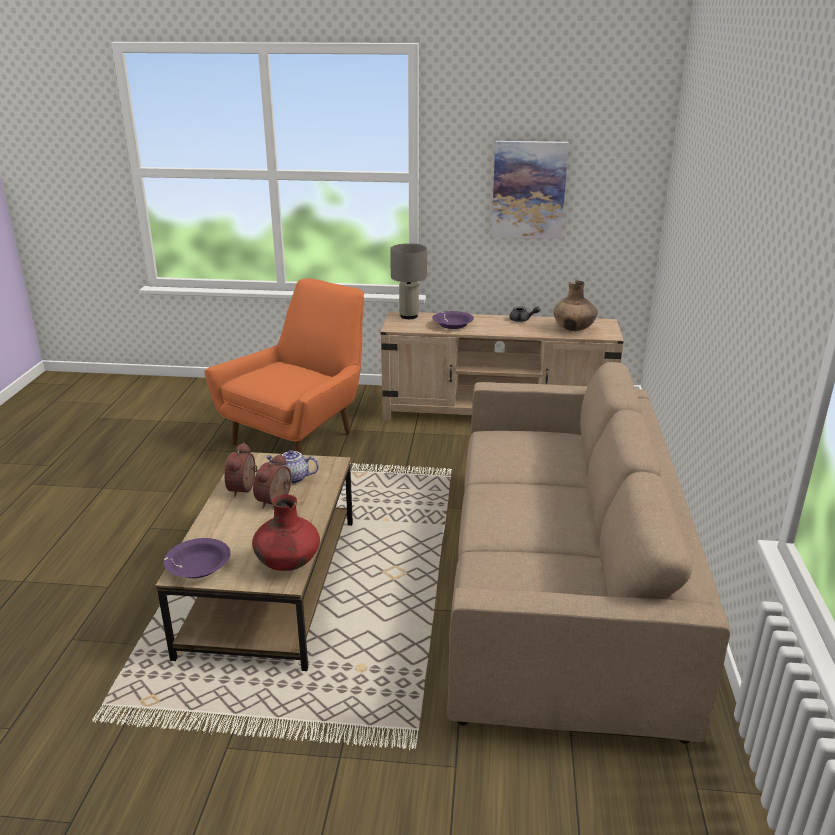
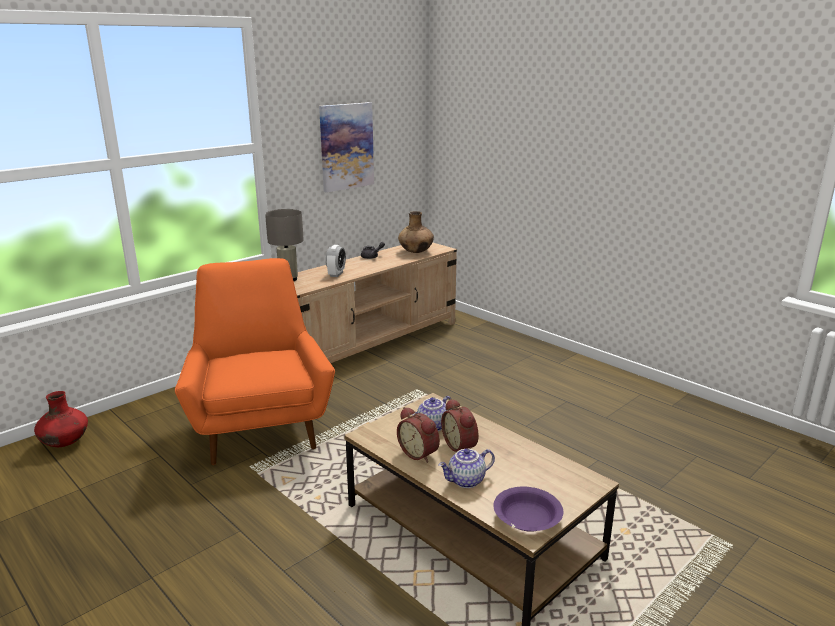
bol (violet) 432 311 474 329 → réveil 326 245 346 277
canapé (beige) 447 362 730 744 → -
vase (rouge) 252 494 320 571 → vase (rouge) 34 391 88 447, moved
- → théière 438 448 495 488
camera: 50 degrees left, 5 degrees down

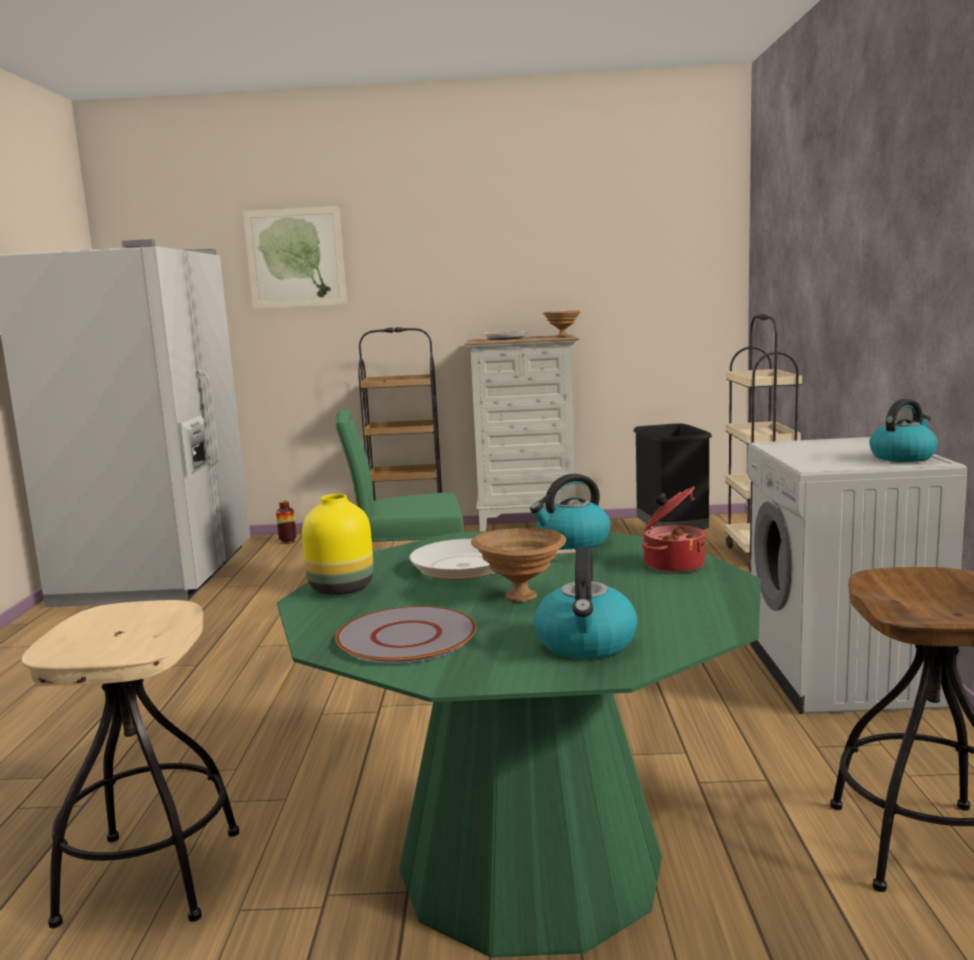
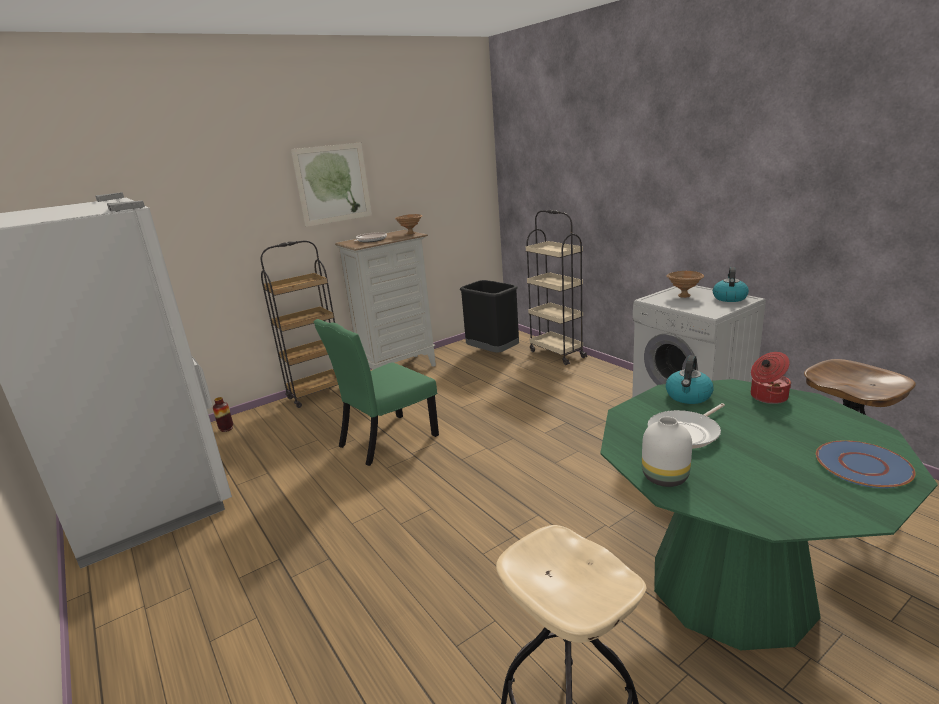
tableau 243 206 347 309 → tableau 291 142 372 227, moved
vase (jaune) 302 494 374 595 → vase (blanc) 642 417 692 487
bol (marron) 471 528 566 602 → bol (marron) 666 271 704 298, moved
bouilloire 534 548 638 659 → assiette (bleu) 816 440 916 488
assiette (gris) 335 606 476 664 → -
camera: 35 degrees left, 10 degrees up

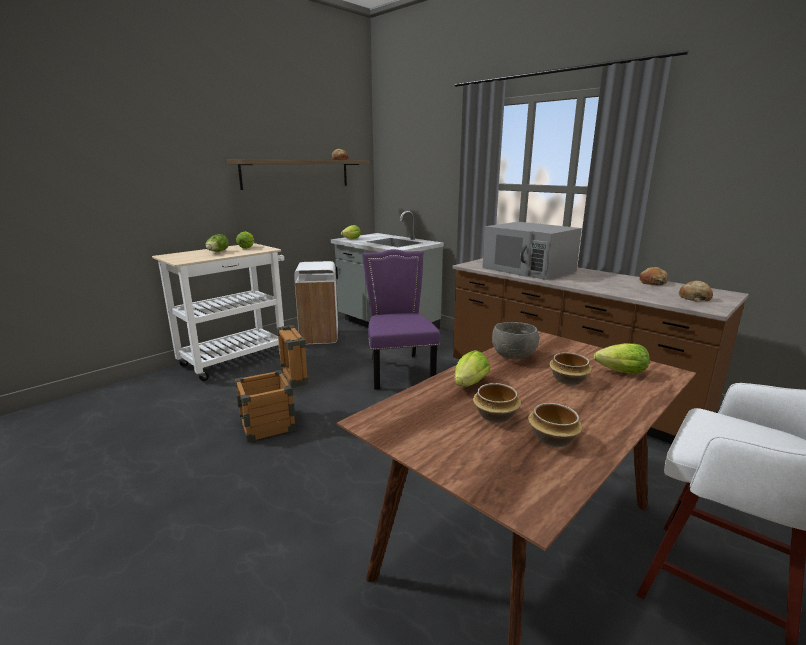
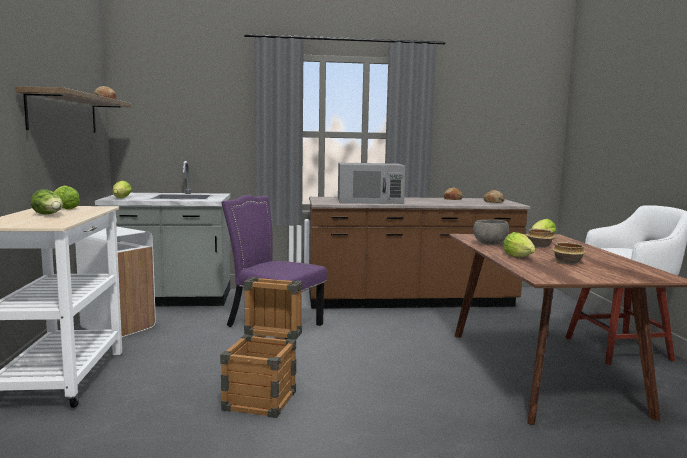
bol 528 403 582 447 → -
camera: 50 degrees left, 10 degrees down

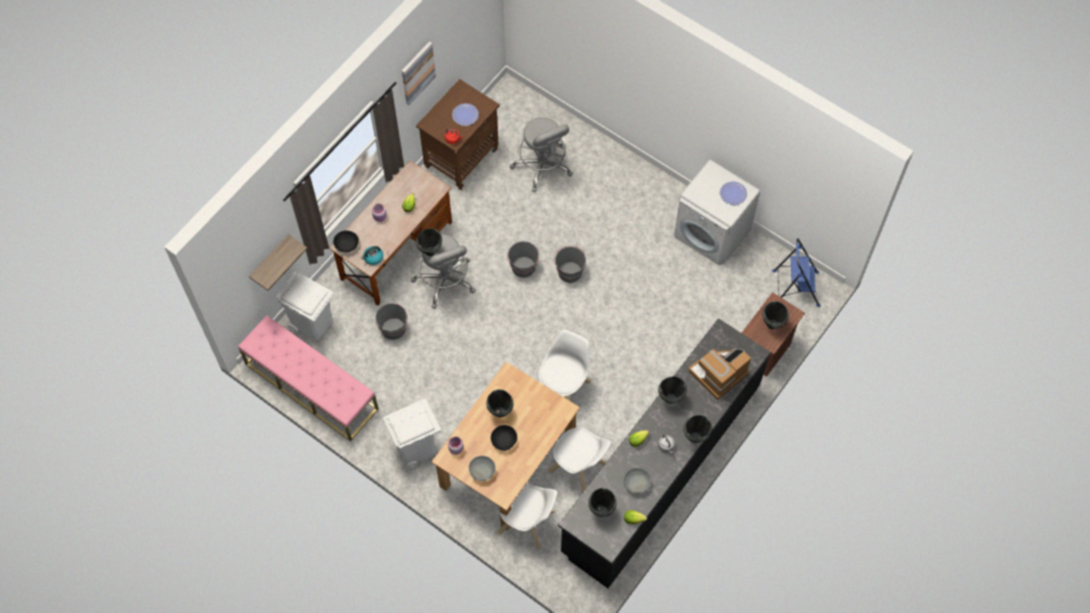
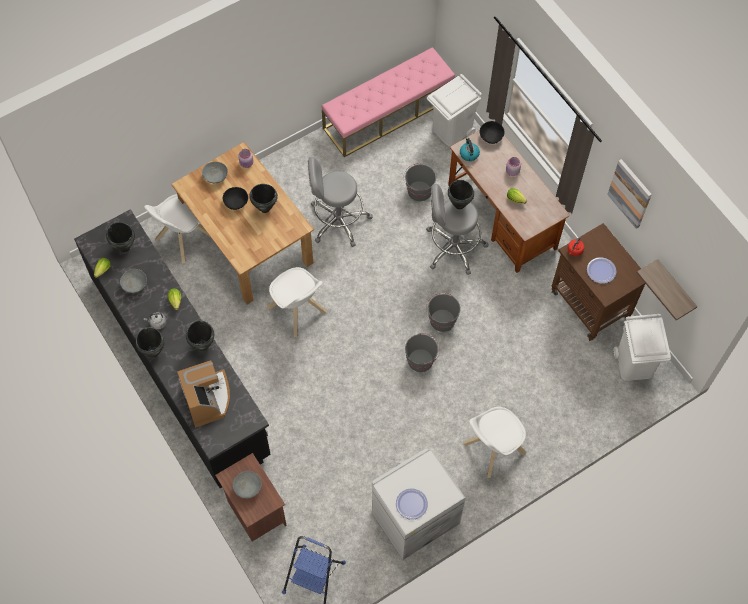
tabouret (gris) 510 117 573 192 → tabouret (gris) 308 157 373 247, moved
étagère 249 234 307 291 → étagère 637 259 698 320, moved
marmite (noir) 762 301 789 330 → bol (gris) 233 471 262 498
poubelle (blanc) 383 399 441 469 → poubelle (blanc) 613 314 671 381, moved
chaise (blanc) 548 428 611 493 → chaise (blanc) 463 407 526 478, moved
camera: 110 degrees right, 0 degrees up

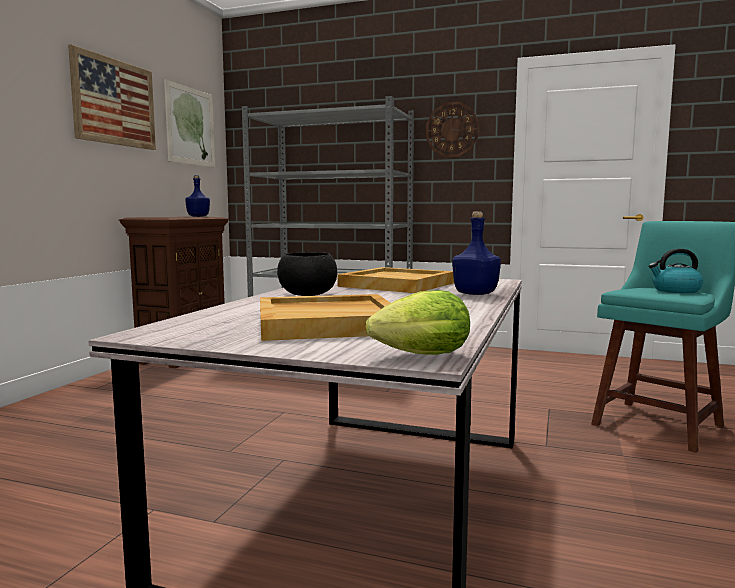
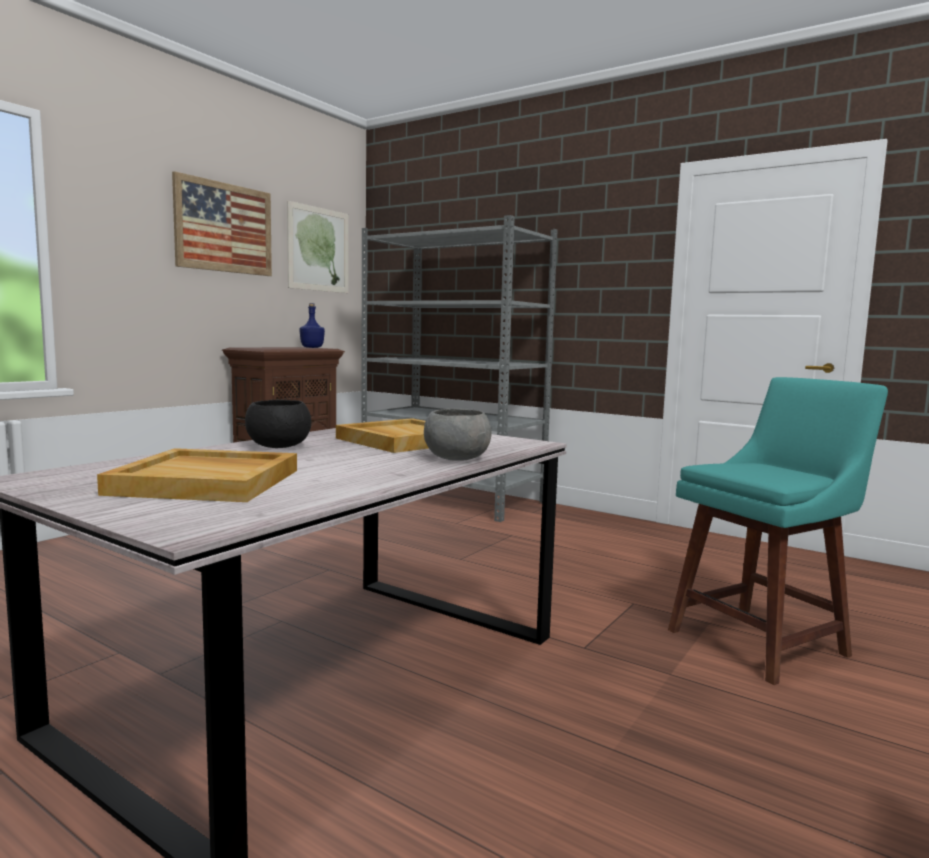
horloge murale 426 102 479 157 → -
bouteille (bleu) 452 211 501 295 → bol (gris) 424 409 492 461
bouilloire 649 248 703 293 → -
laitue 365 290 470 355 → -
camera: 15 degrees right, 0 degrees up

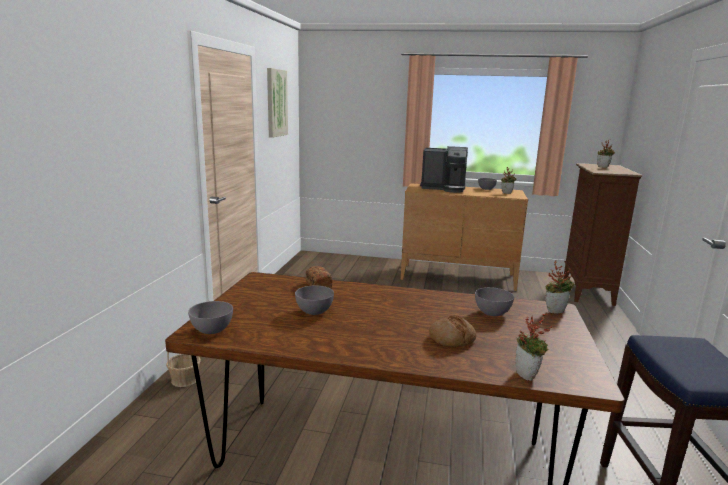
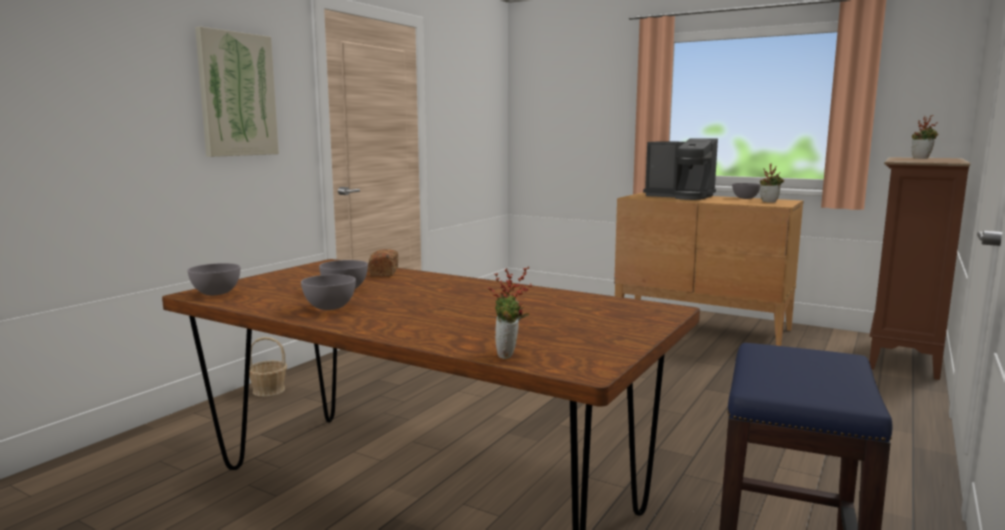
tableau 267 68 288 138 → tableau 195 27 279 157, moved
plante en pot 545 261 574 314 → -
bol (gris) 475 287 514 316 → bol (gris) 301 275 356 310, moved
pain 429 315 476 347 → -
camera: 20 degrees right, 5 degrees down

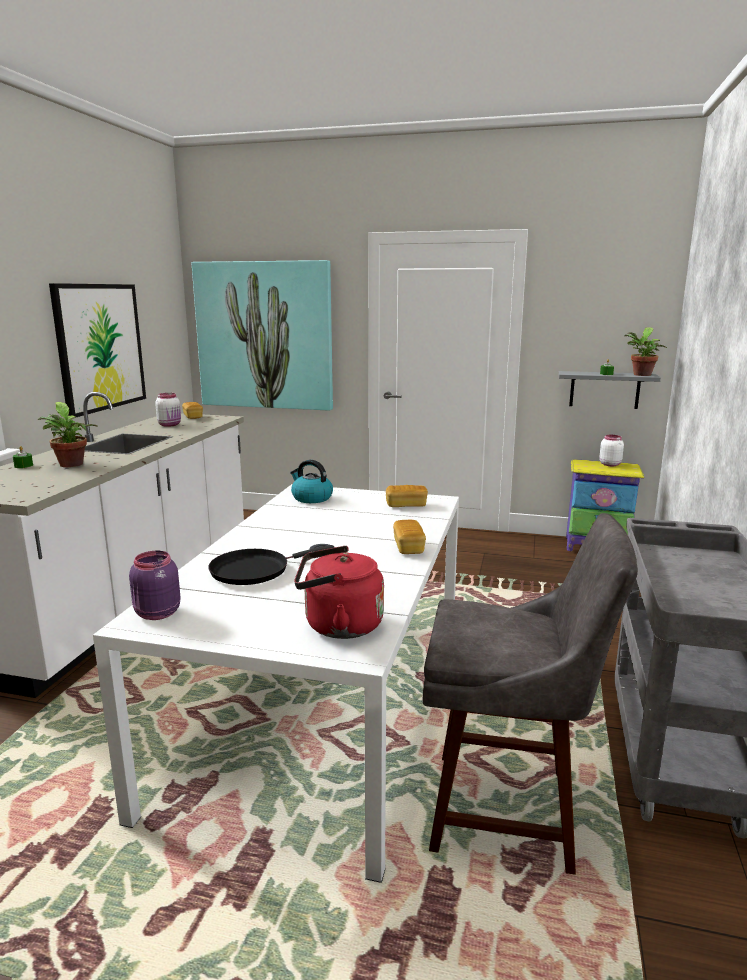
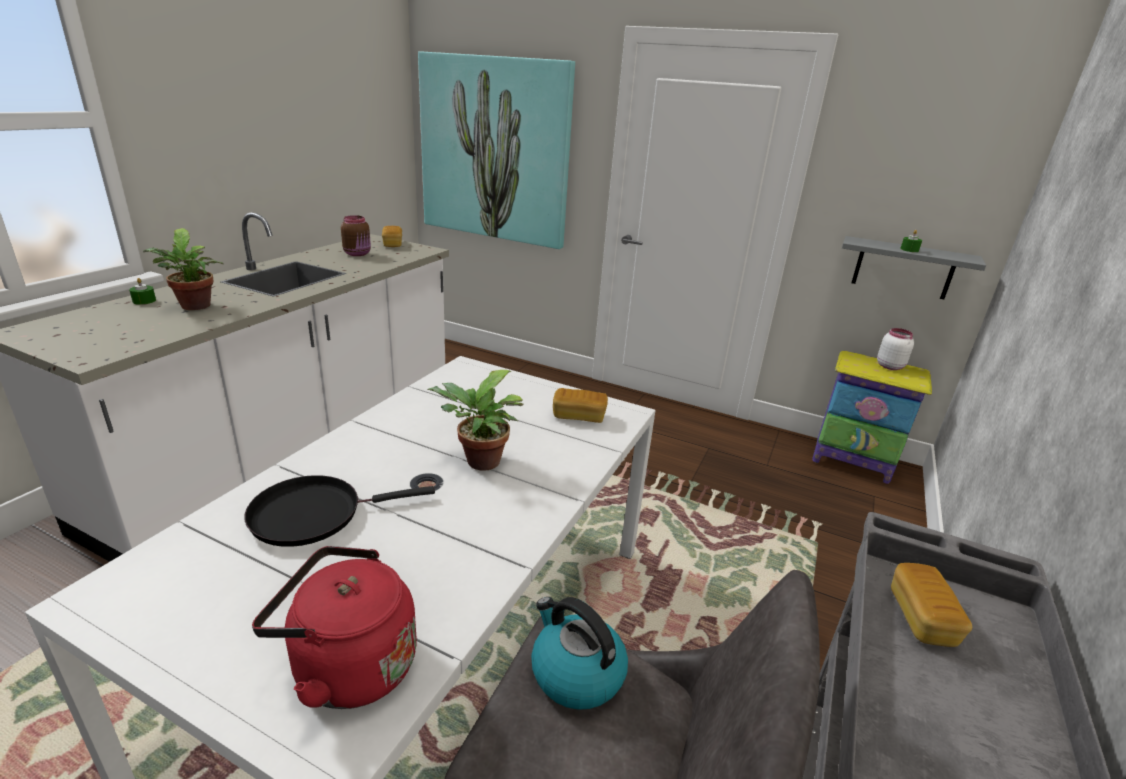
tableau 49 283 146 418 → -
plante en pot 624 327 667 376 → plante en pot 427 370 523 470, moved
bocal (blanc) 155 393 181 427 → bocal (marron) 341 215 371 256
bouilloire 290 460 333 503 → bouilloire 531 597 628 710, moved
pain 393 520 426 554 → pain 891 563 972 647, moved
bocal (violet) 129 551 181 620 → -
camera: 10 degrees right, 10 degrees up

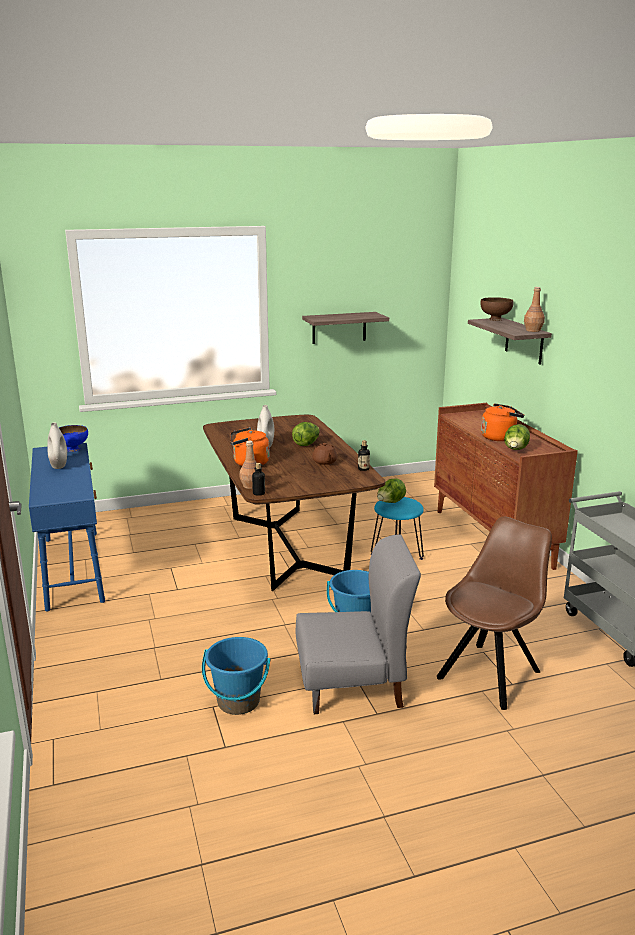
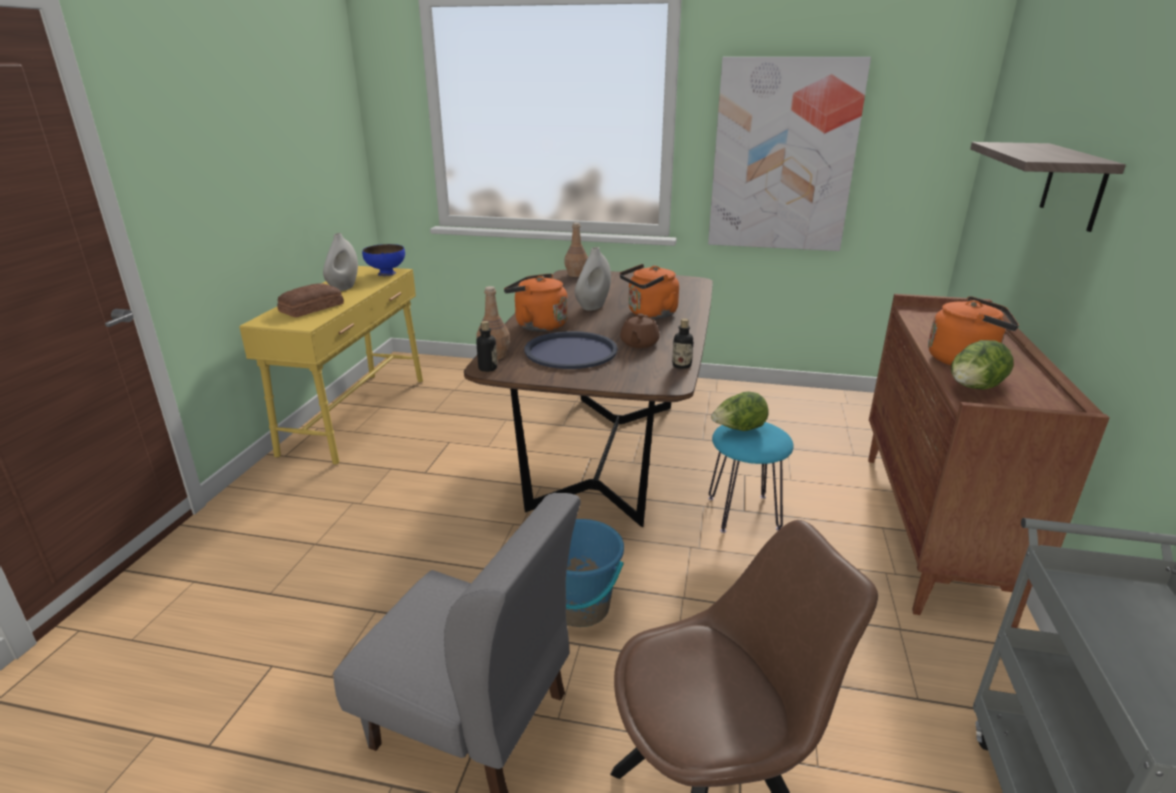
bouteille (marron) 524 287 545 332 → bouteille (marron) 564 223 588 277, moved
bol (marron) 480 297 514 321 → -
étagère 302 312 389 344 → tableau 708 57 871 251
laitue 292 422 320 446 → bouilloire (orange) 620 264 679 319
table console (bleu) 29 443 105 611 → table console (jaune) 239 266 423 465
seau (bleu) 202 637 271 715 → -
- → pain 277 283 344 317
- → plateau (bleu) 525 331 618 369
camera: 30 degrees right, 5 degrees up

